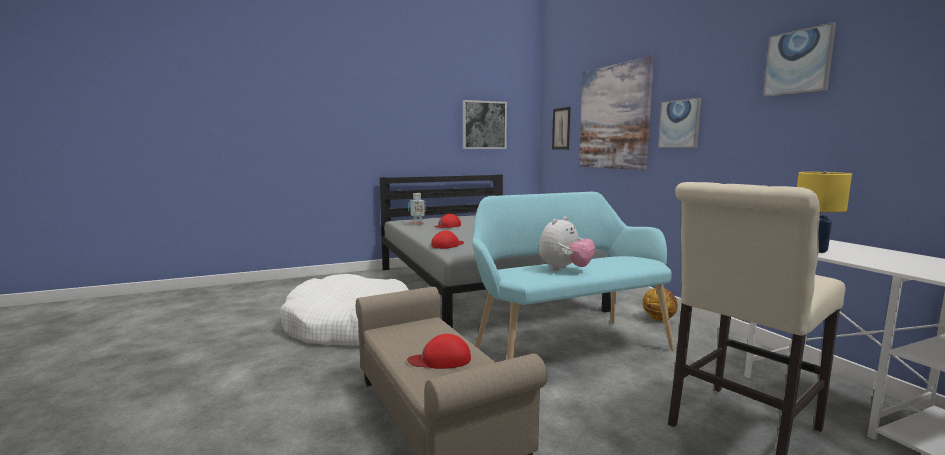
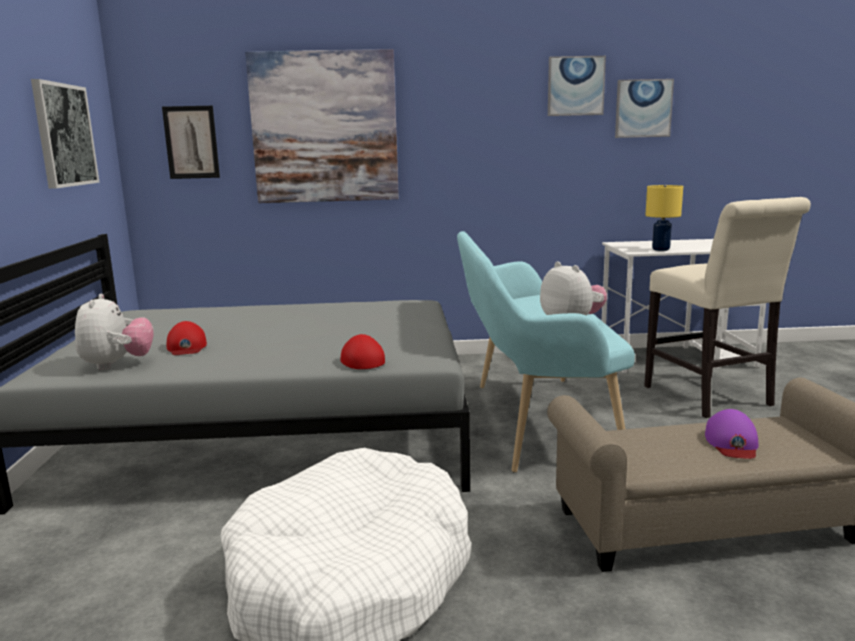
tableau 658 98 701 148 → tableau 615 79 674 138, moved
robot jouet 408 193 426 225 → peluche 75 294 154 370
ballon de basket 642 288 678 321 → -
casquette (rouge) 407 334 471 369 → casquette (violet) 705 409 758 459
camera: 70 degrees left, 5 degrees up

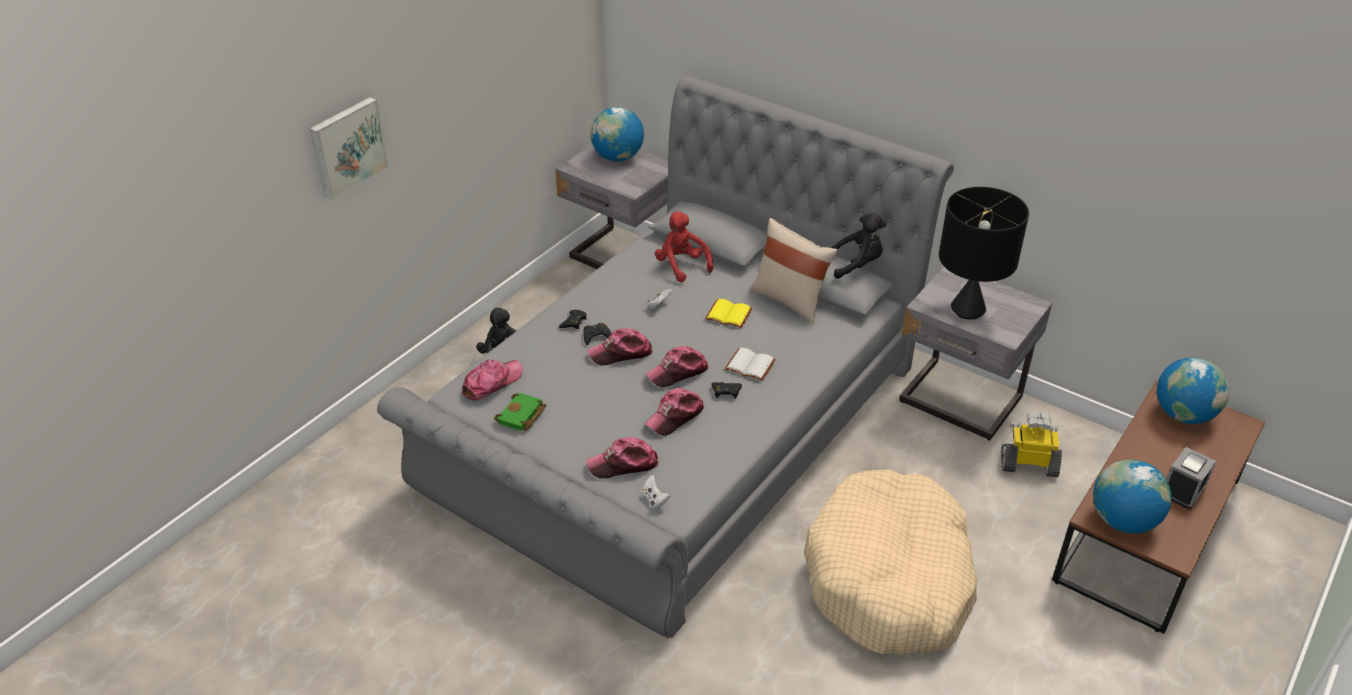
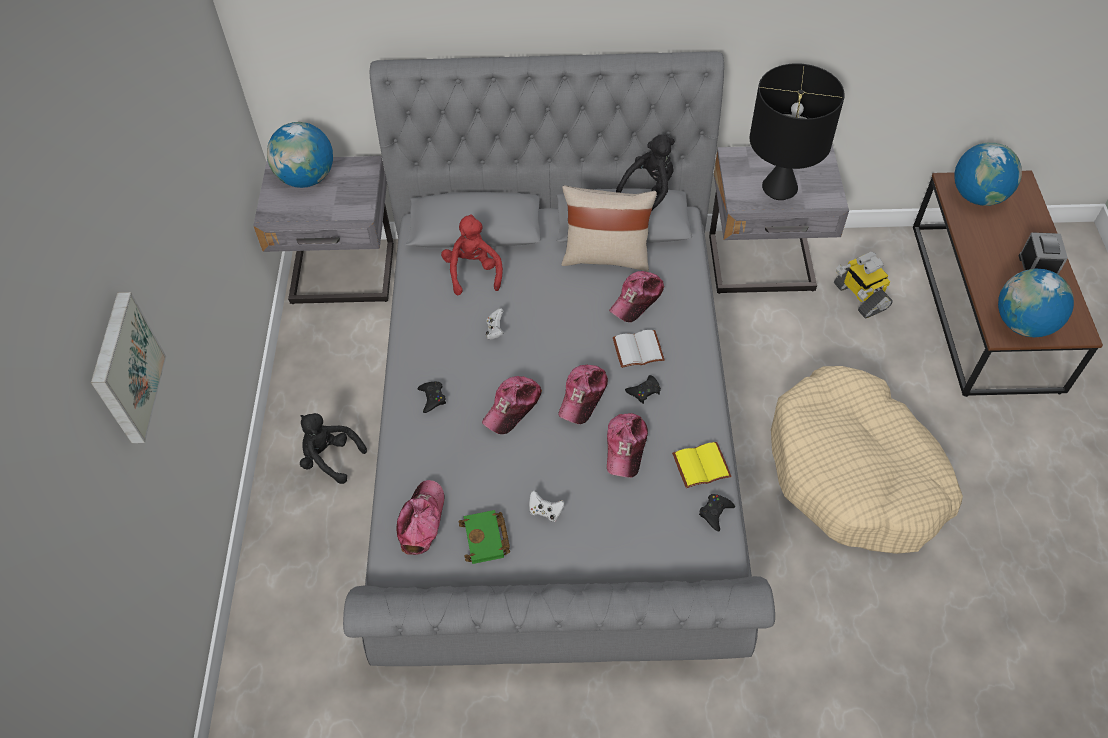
peluche (rouge) 655 211 713 283 → peluche (rouge) 441 214 503 295, 60 degrees clockwise
livre (jaune) 705 299 753 328 → livre (jaune) 672 442 732 488, moved
manette (noir) 583 323 612 345 → manette (noir) 699 494 735 532, moved
robot jouet 1001 411 1062 477 → robot jouet 834 251 893 318, 90 degrees counterclockwise
casquette 586 437 659 479 → casquette 609 271 664 322, moved
manette (blanc) 641 475 670 509 → manette (blanc) 529 490 565 522, moved
camera: 35 degrees left, 15 degrees up

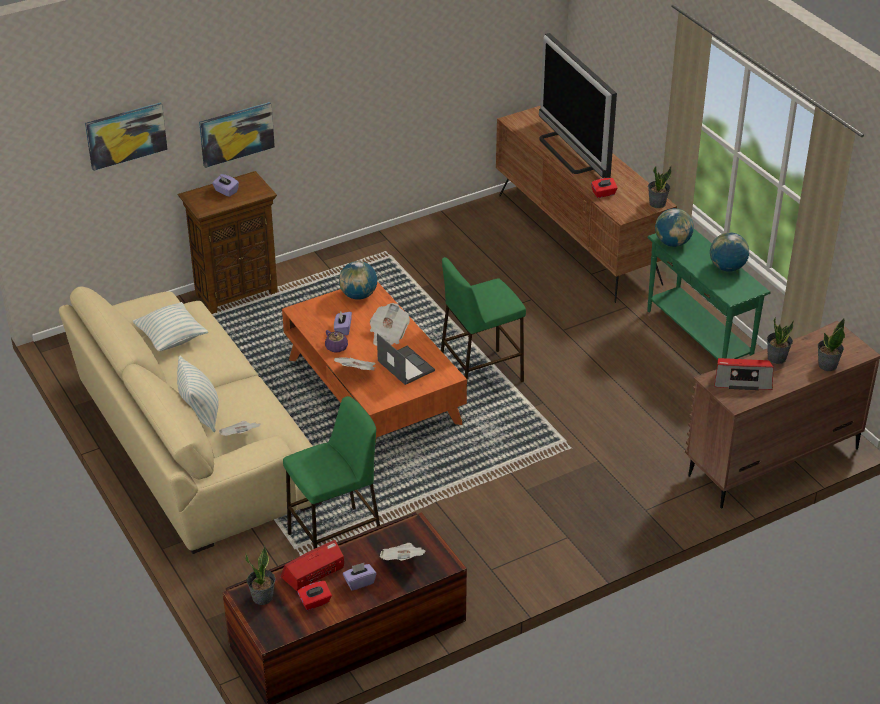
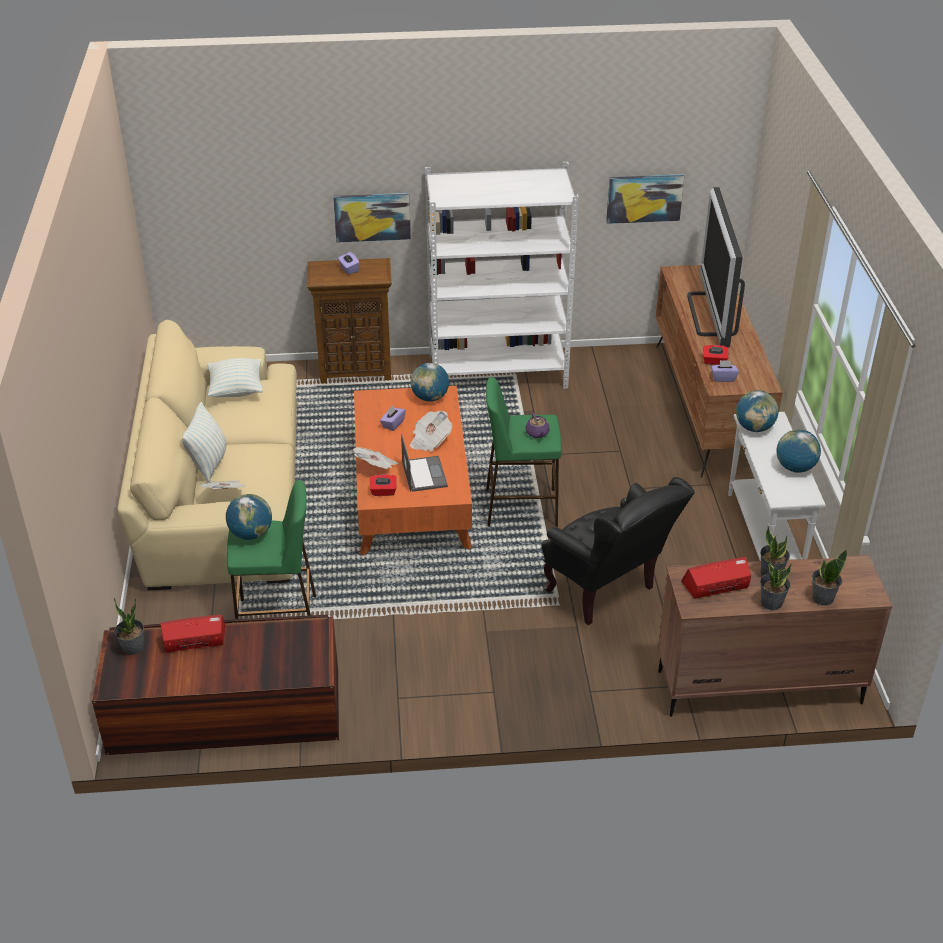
tableau 85 102 168 171 → tableau 606 174 684 224, moved
plante en pot 648 166 672 208 → plante en pot 760 558 792 610, moved
table console (vert) 647 229 771 360 → table console (blanc) 728 412 826 561
théière (violet) 325 330 348 353 → théière (violet) 526 413 549 438, moved
radio 714 358 773 390 → radio 681 557 751 599, 135 degrees clockwise
journal 379 543 426 561 → -
boîte à mouchoirs (violet) 343 563 376 591 → boîte à mouchoirs (violet) 711 360 739 382, moved
boîte à mouchoirs (rouge) 297 581 332 610 → boîte à mouchoirs (rouge) 370 475 397 496, moved
- → bibliothèque (blanc) 425 162 579 389
- → fauteuil (noir) 542 477 695 625
- → globe 226 494 272 540
camera: 25 degrees right, 0 degrees up

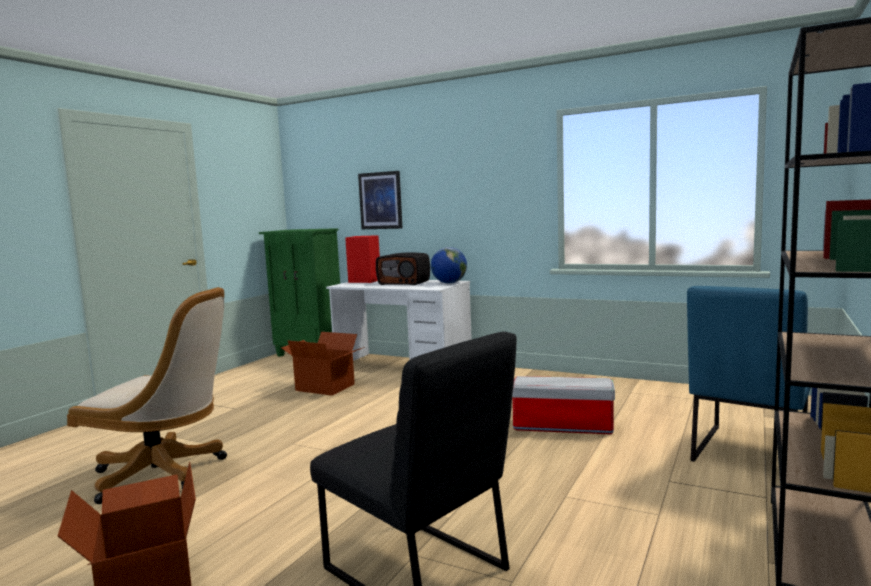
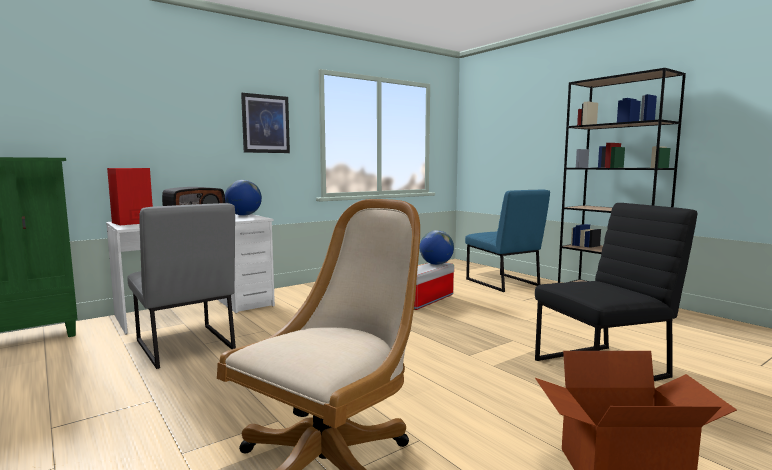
tableau 358 171 402 229 → tableau 241 93 290 153, moved
carton 281 332 364 396 → chaise (gris) 127 203 236 369
- → globe 420 230 454 265
camera: 65 degrees left, 0 degrees up

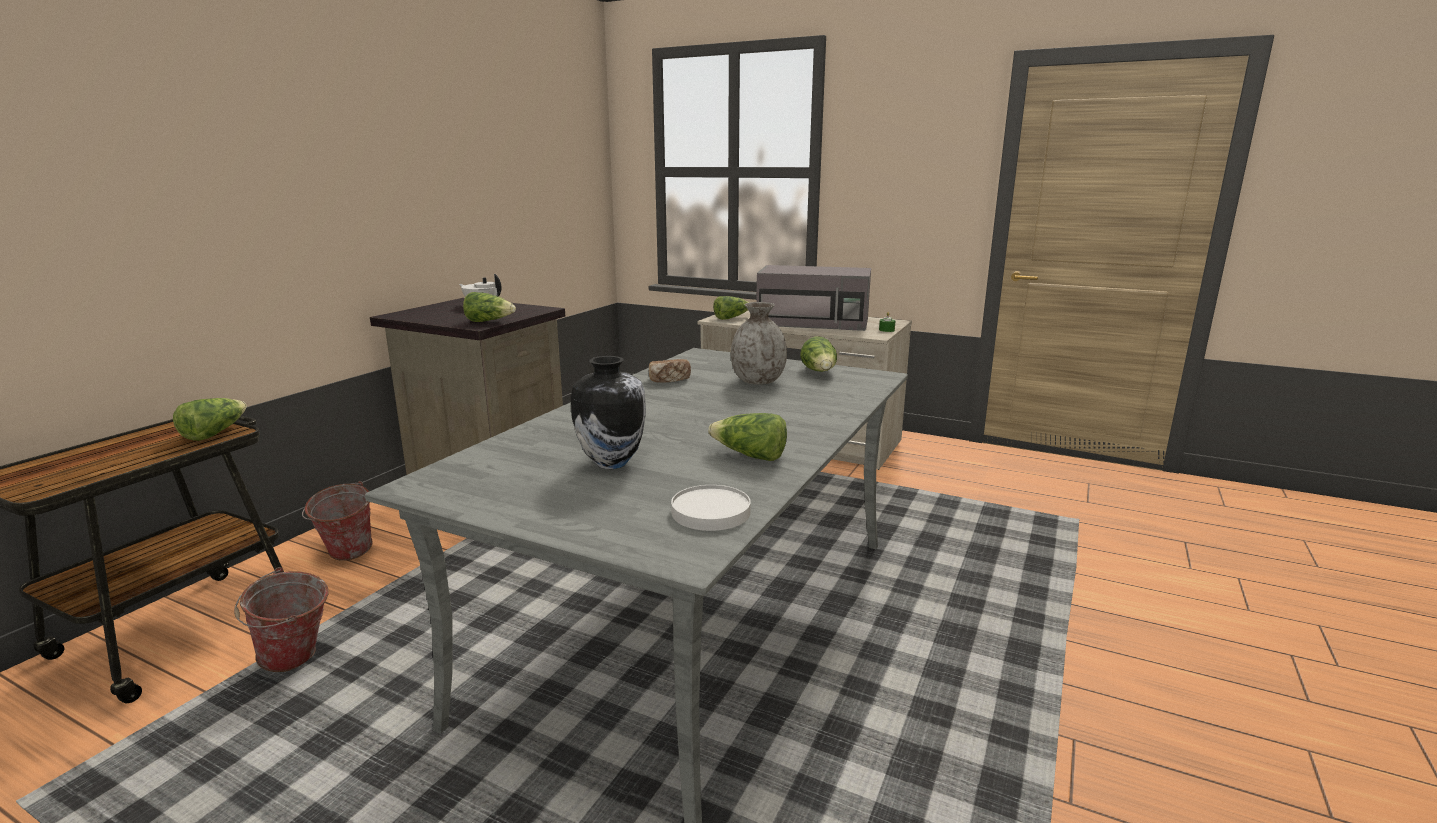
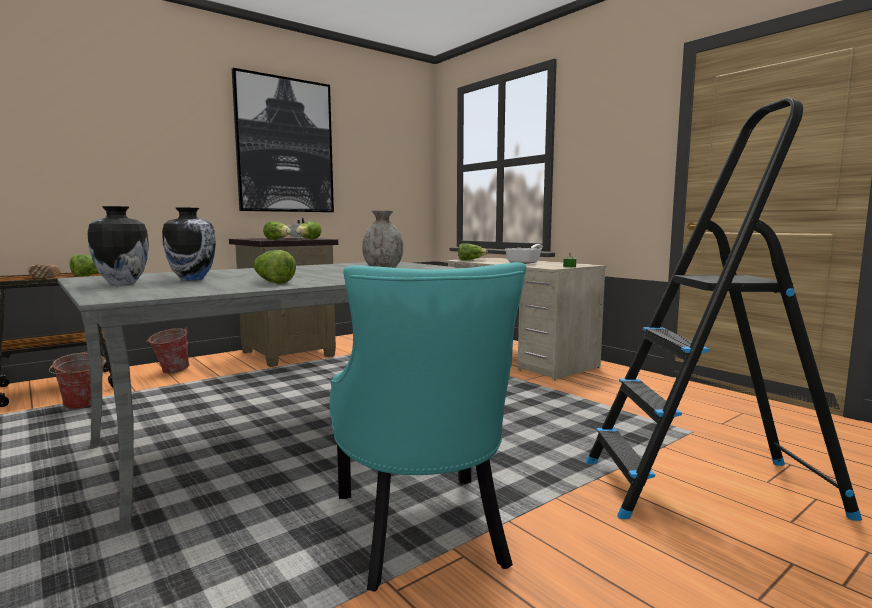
micro-ondes (gris) 756 265 871 331 → poêle 505 244 543 264
laitue 800 337 837 372 → laitue 296 221 321 239, moved
pain 649 359 691 383 → pain 28 264 61 278, moved
assiette (blanc) 671 485 751 531 → -
- → tableau 232 68 334 212
- → escabeau (noir) 586 97 862 521
- → vase 87 206 149 285
- → chaise (turquoise) 329 262 526 591
camera: 25 degrees right, 10 degrees down

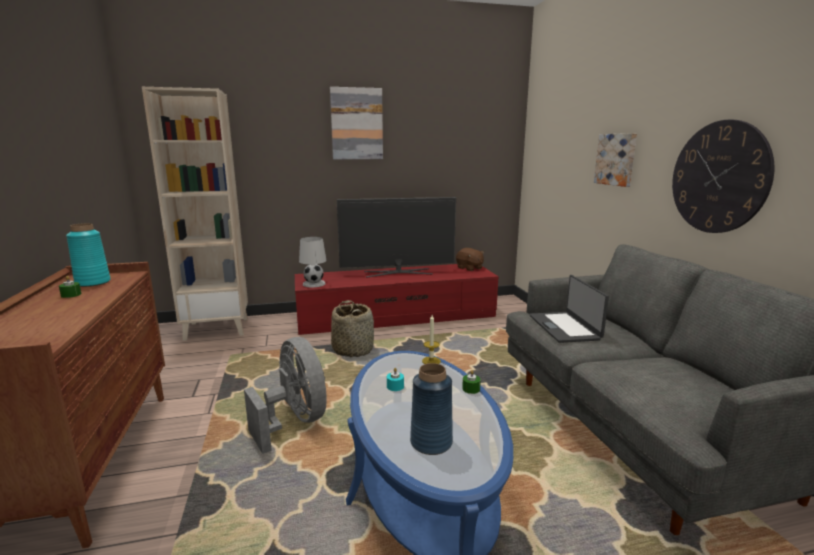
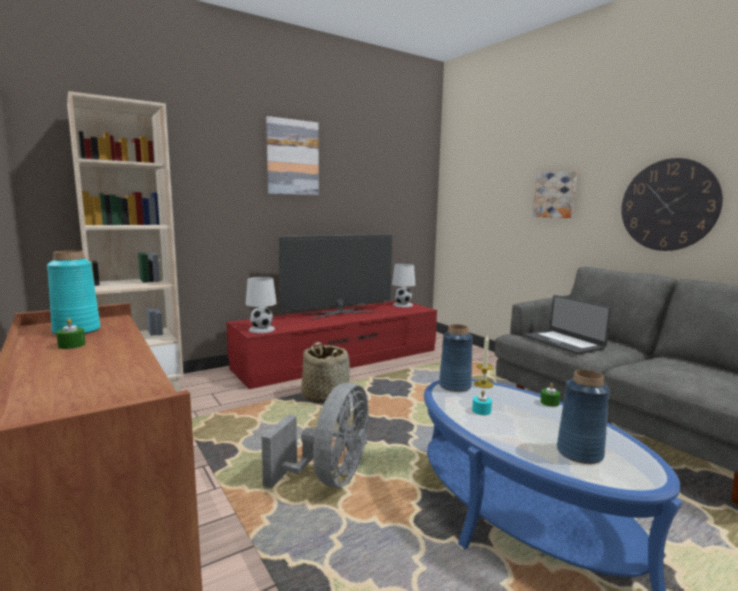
peluche (marron) 456 248 484 271 → lampe de table (blanc) 392 264 416 307
ventilateur (gris) 244 337 327 454 → ventilateur (gris) 261 383 369 488, 75 degrees clockwise
- → vase (bleu) 439 324 473 392
camera: 20 degrees left, 5 degrees down

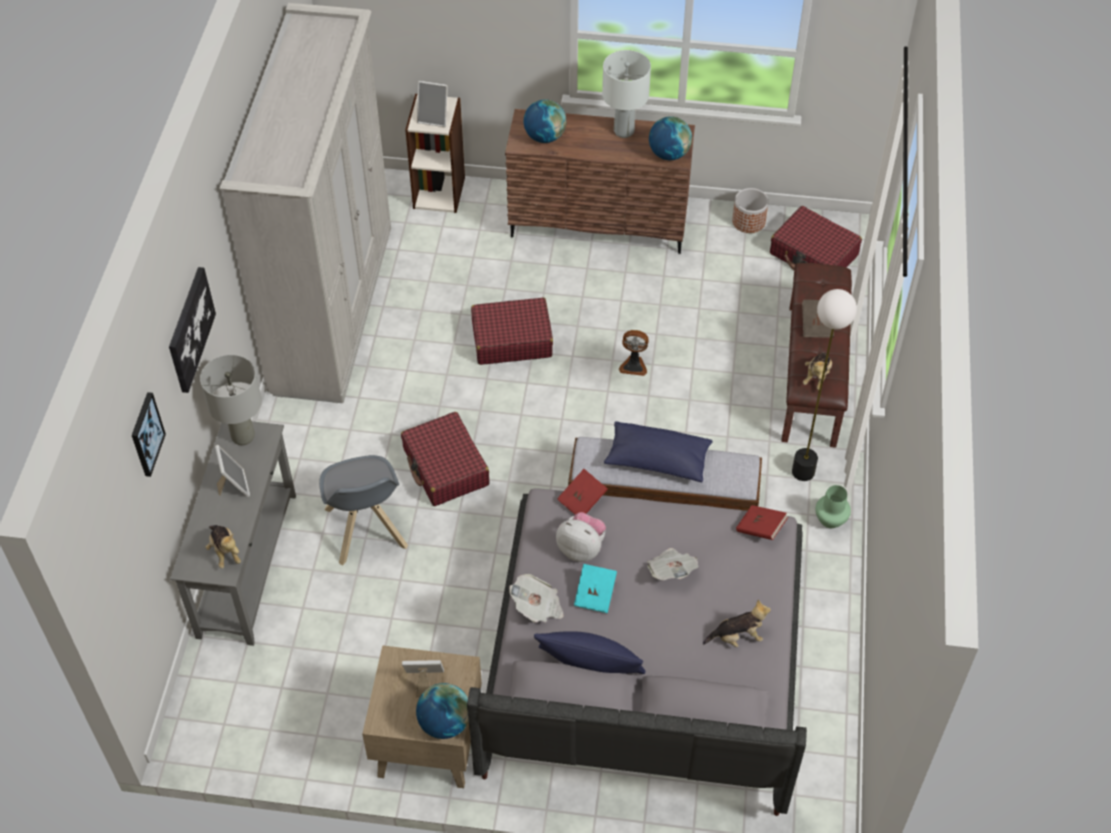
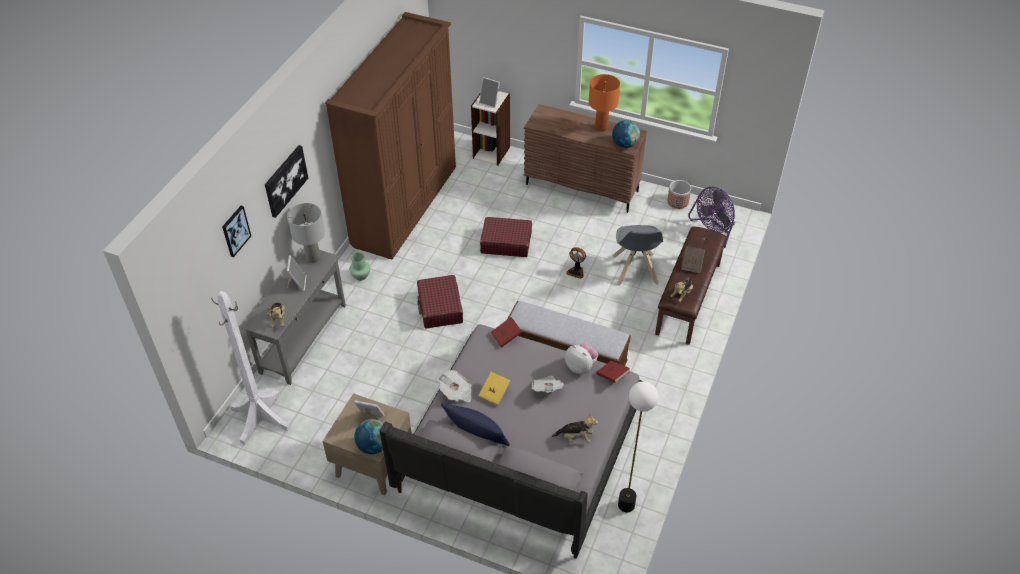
armoire (blanc) 219 3 391 403 → armoire (marron) 324 12 456 259
lampe de table (blanc) 602 50 651 138 → lampe de table (orange) 589 74 620 131
globe 524 99 566 143 → -
valise (rouge) 770 206 862 270 → ventilateur (violet) 688 187 735 248
lampadaire 792 289 857 481 → lampadaire 618 381 658 512, moved
coussin (bleu) 604 421 712 482 → -
chaise (gris) 319 455 408 565 → chaise (gris) 613 225 663 286, moved
vase (vert) 815 485 851 528 → vase (vert) 349 253 370 281, moved
peluche 556 512 606 562 → peluche 565 343 598 374, moved
livre (turquoise) 574 564 617 613 → livre (jaune) 479 372 510 405
- → portant (blanc) 211 291 290 445
camera: 15 degrees right, 5 degrees down

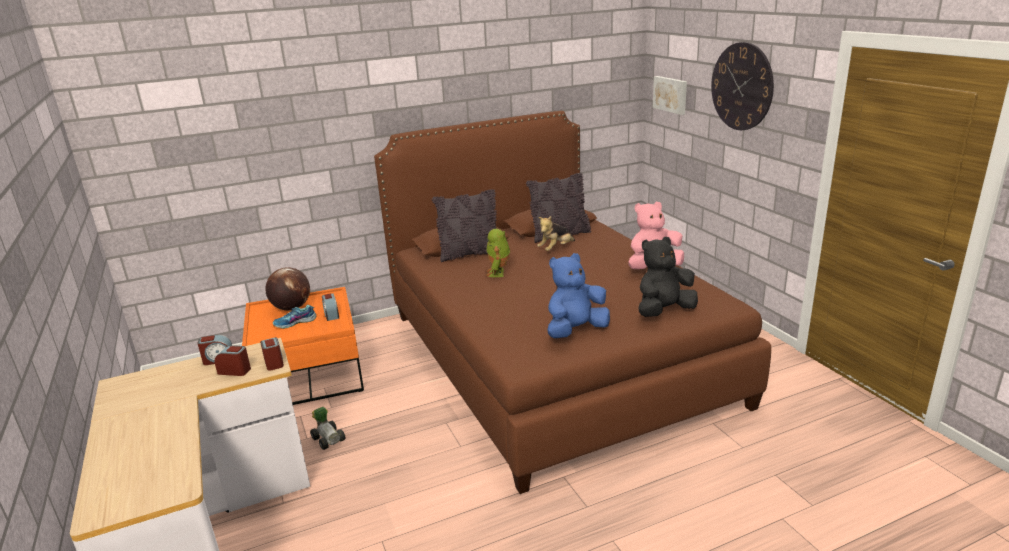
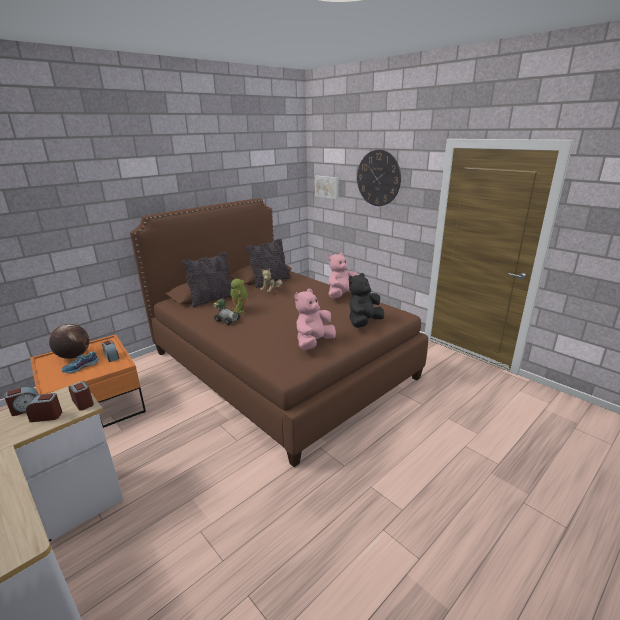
peluche (bleu) 547 253 610 338 → peluche (rose) 294 289 336 350
petite voiture 310 407 345 450 → petite voiture 213 298 240 325, moved
camera: 20 degrees left, 0 degrees up

